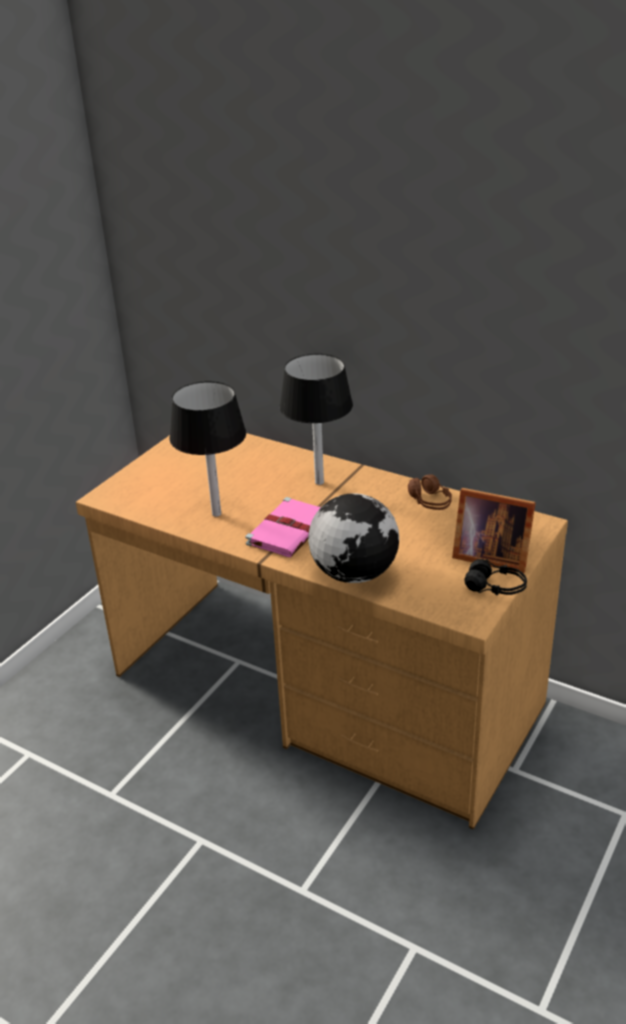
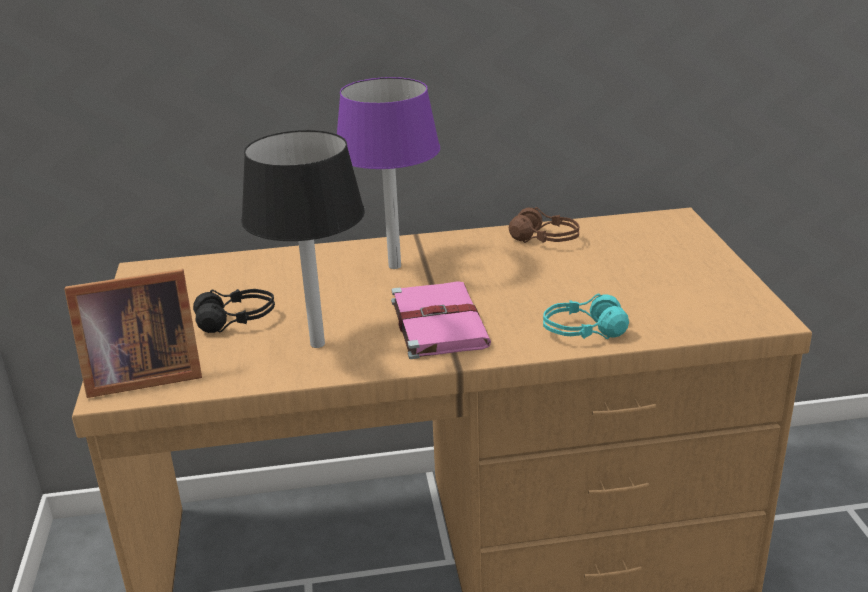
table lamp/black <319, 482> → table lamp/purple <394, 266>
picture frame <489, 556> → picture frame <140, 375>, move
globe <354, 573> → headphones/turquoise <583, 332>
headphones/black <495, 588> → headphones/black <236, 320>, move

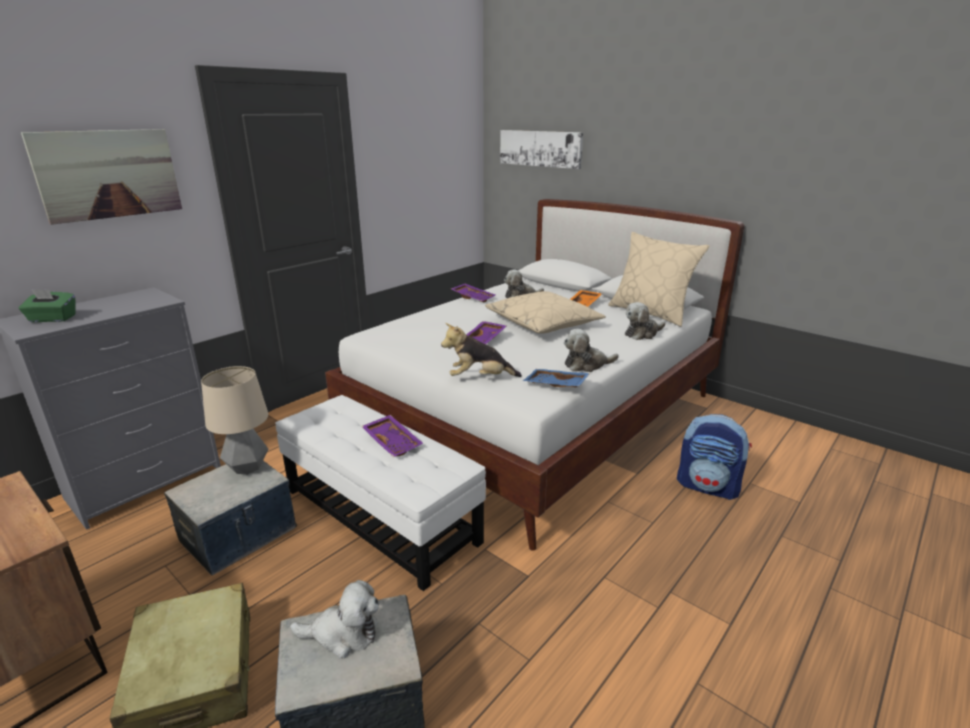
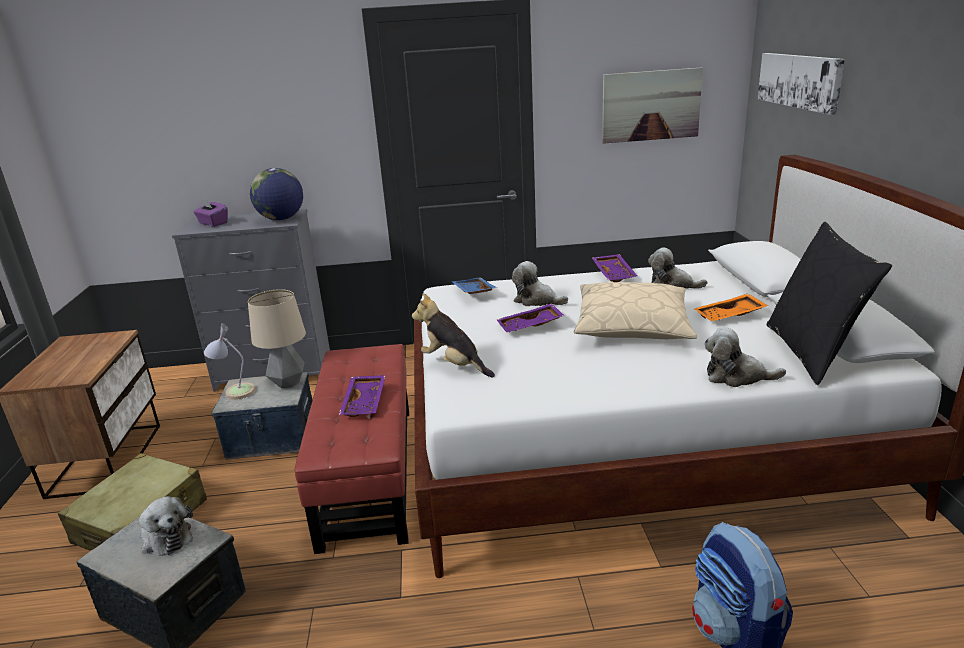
picture <109, 174> → picture <651, 105>, move
pillow/beige <651, 313> → pillow/black <812, 352>
tissue box/green <52, 319> → tissue box/purple <213, 223>
plush toy <586, 365> → plush toy <536, 300>, move
tray/blue <555, 385> → tray/blue <473, 292>, move
ottoman/white <381, 515> → ottoman/red <369, 472>
- → globe <281, 219>
- → table lamp <234, 391>

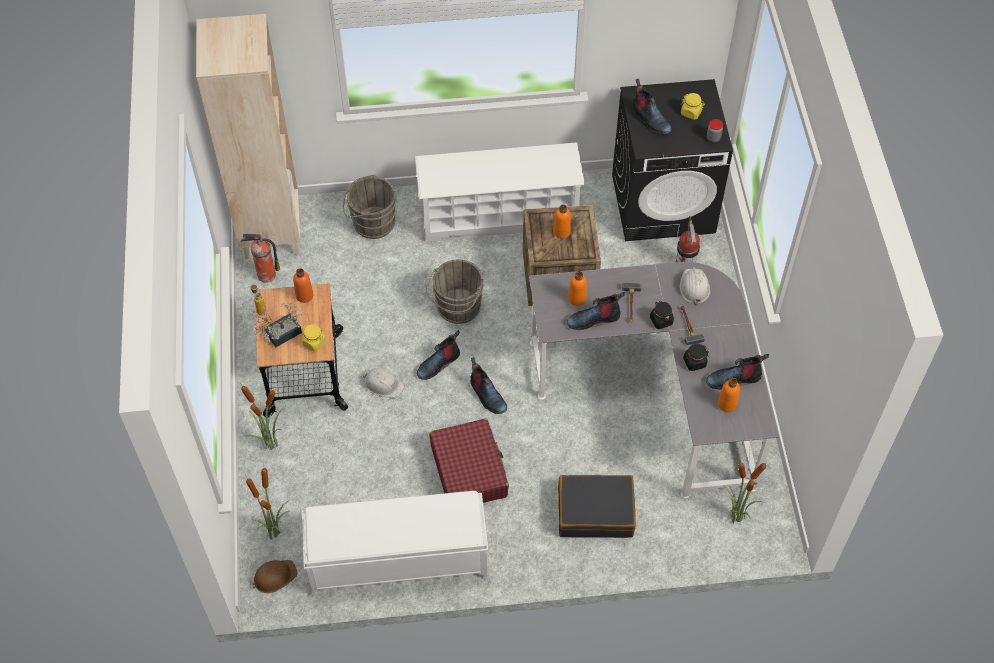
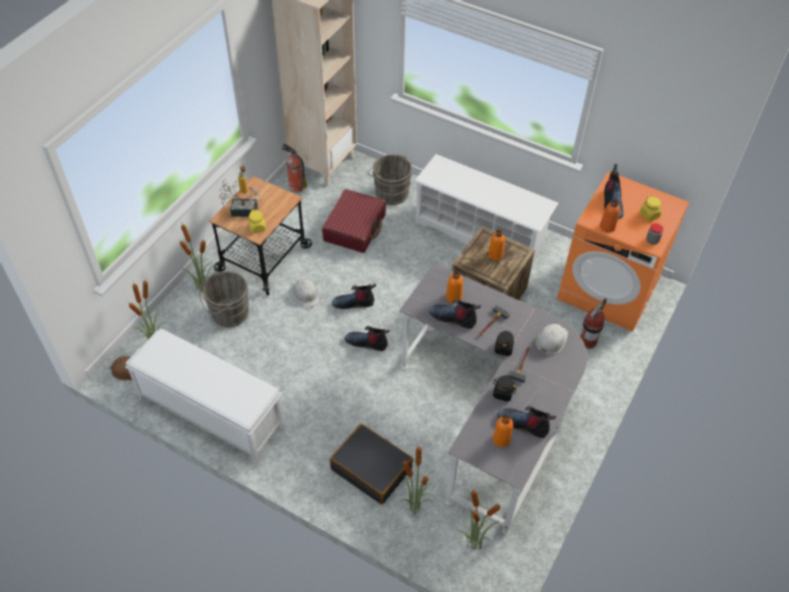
washing machine/black <663, 203> → washing machine/orange <609, 289>
bucket/grey <457, 309> → bucket/grey <228, 314>, move
bottle/orange <304, 295> → bottle/orange <607, 227>, move
boot <487, 395> → boot <367, 342>, 105 degrees clockwise
suitcase/red <469, 470> → suitcase/red <355, 227>, move
- → potted plant <415, 506>

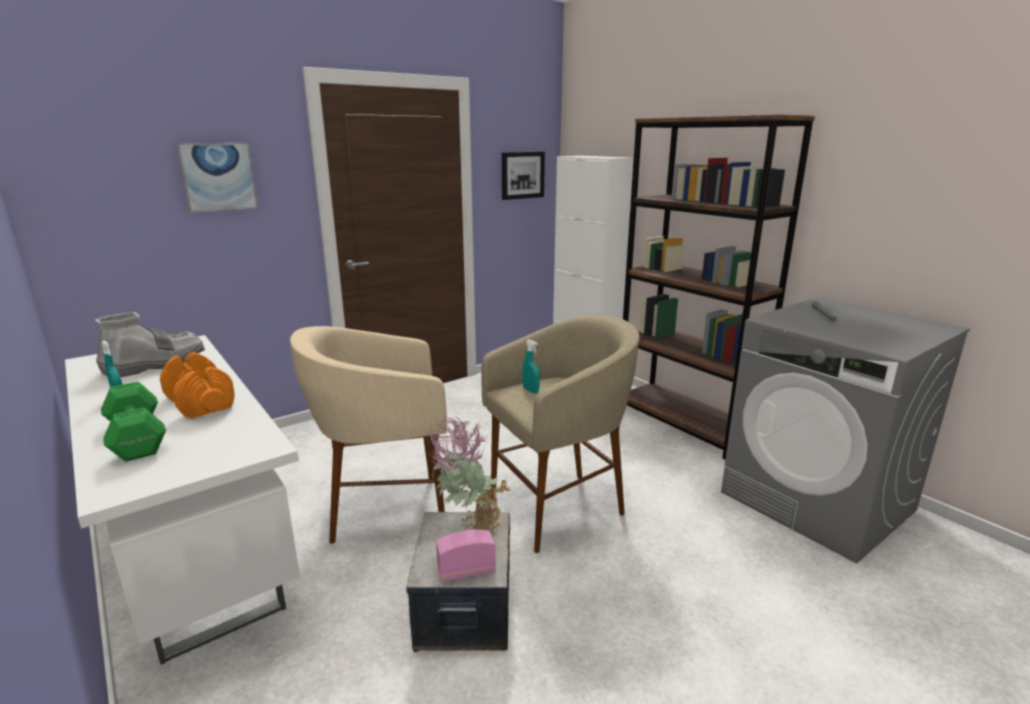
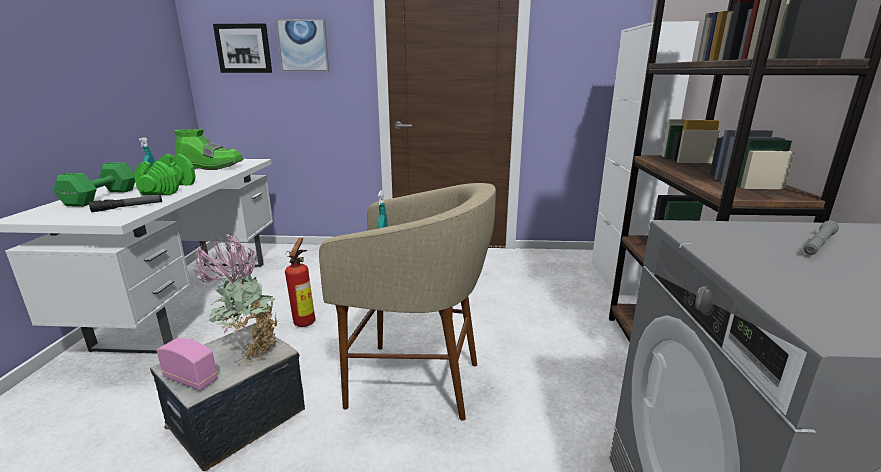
picture <522, 175> → picture <244, 48>, move
boot/grey <155, 364> → boot/green <211, 167>
stool/beige <385, 510> → fire extinguisher <306, 321>
dumbbell/orange <200, 402> → dumbbell/green <168, 189>
- → flashlight <128, 207>

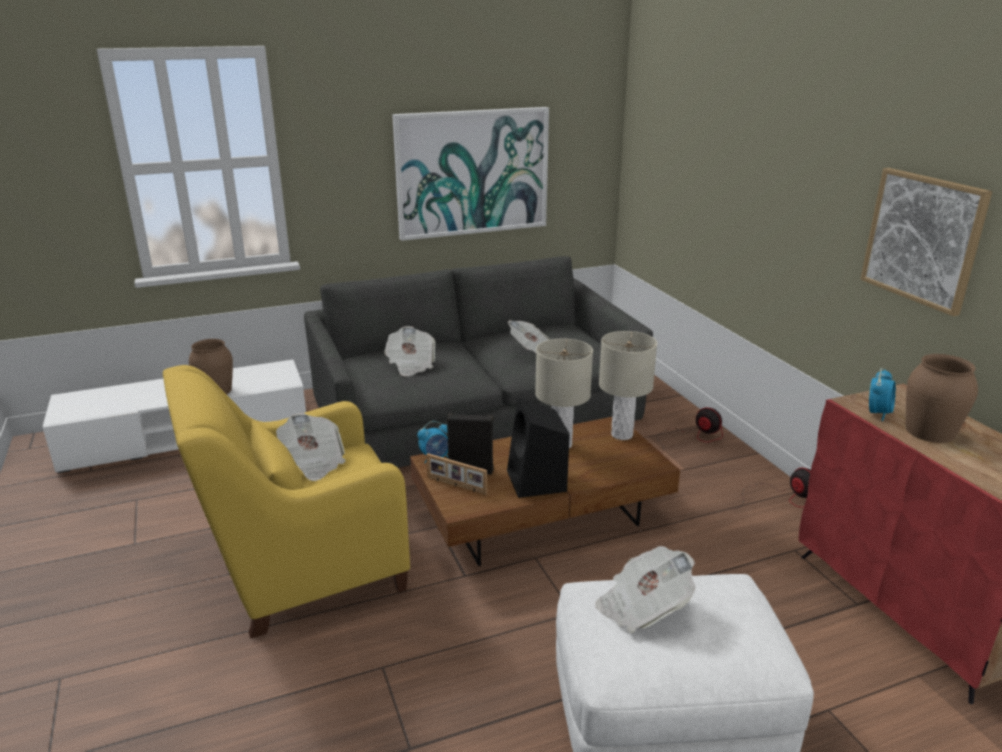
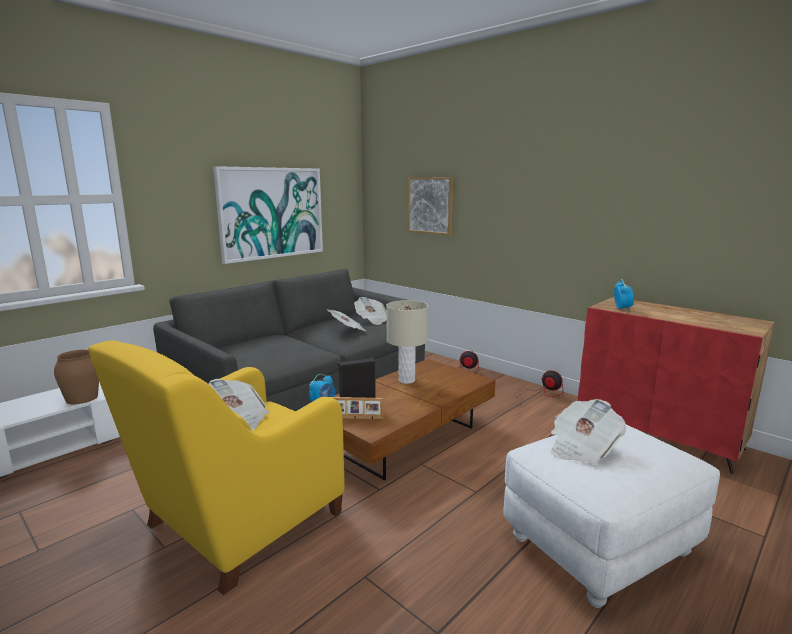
picture <923, 239> → picture <430, 205>, move
newspaper <411, 365> → newspaper <372, 320>, move
table lamp/beige <622, 435> → -
vase/brown <930, 432> → -
speaker/black <537, 482> → -

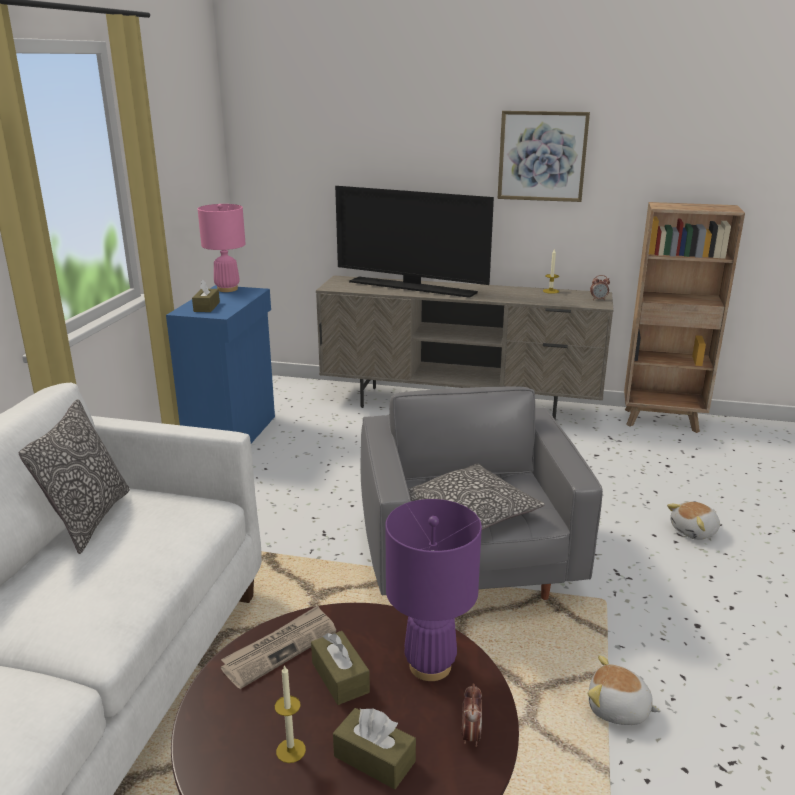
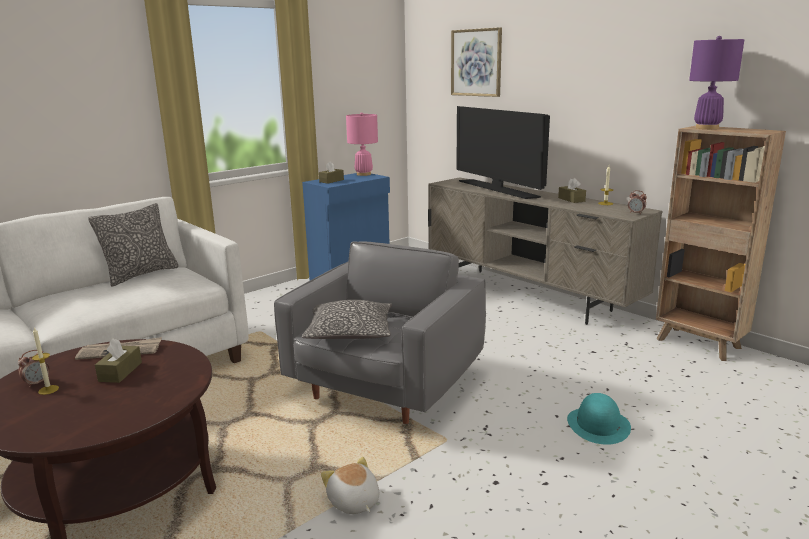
picture <542, 156> → picture <476, 62>, move
table lamp/purple <430, 665> → table lamp/purple <707, 128>, move
plush toy <694, 531> → hat/turquoise <598, 425>
alarm clock <470, 735> → alarm clock <37, 383>, move
tissue box/brown <374, 759> → tissue box/brown <571, 199>, move

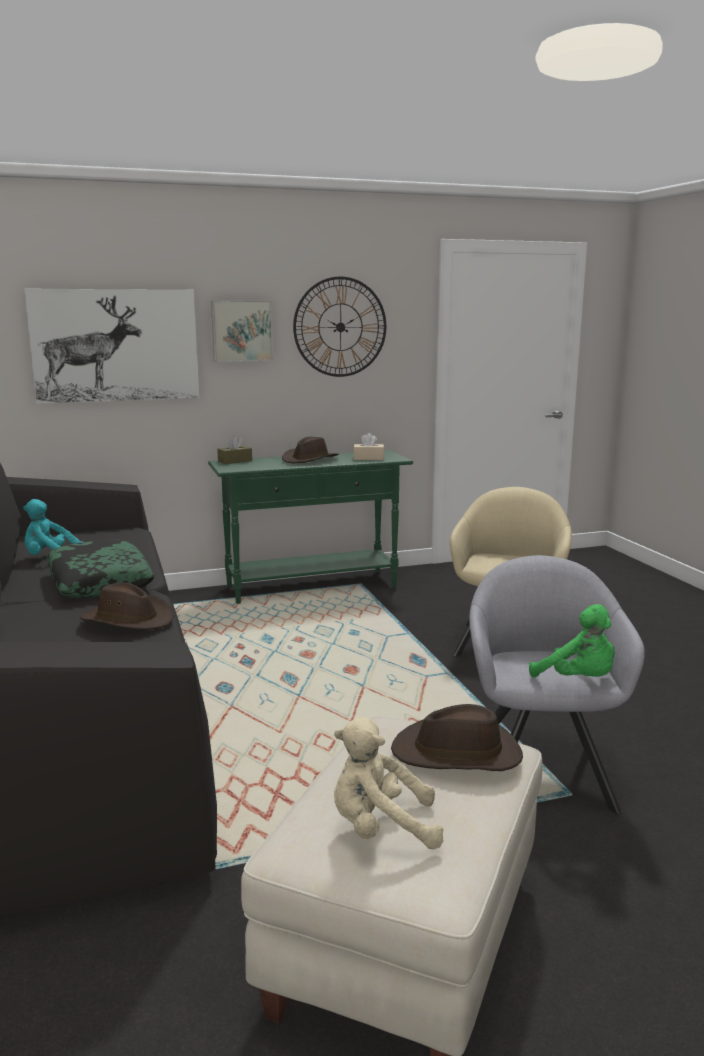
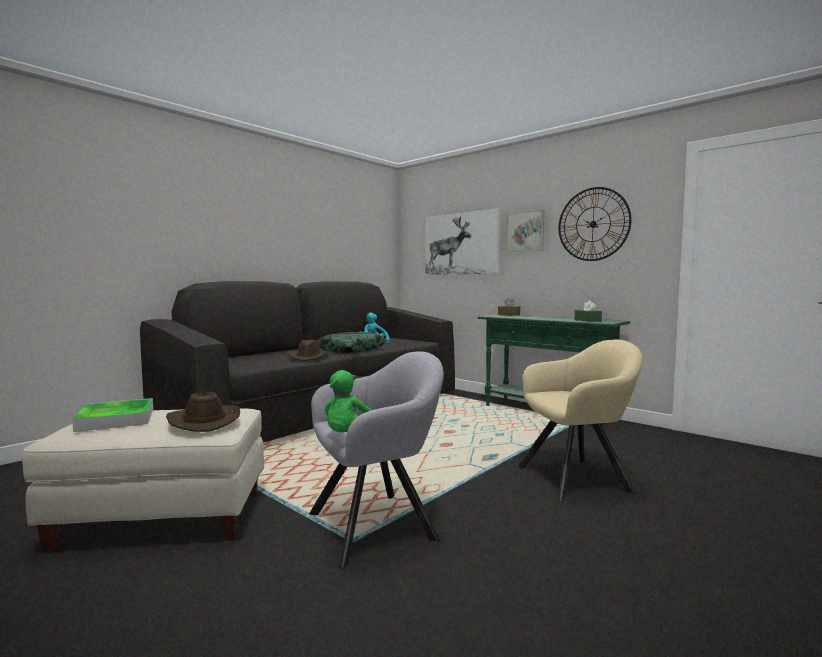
tissue box/beige <368, 458> → tissue box/green <587, 320>
hat/brown <310, 459> → -
plush toy/beige <380, 828> → tray <116, 419>

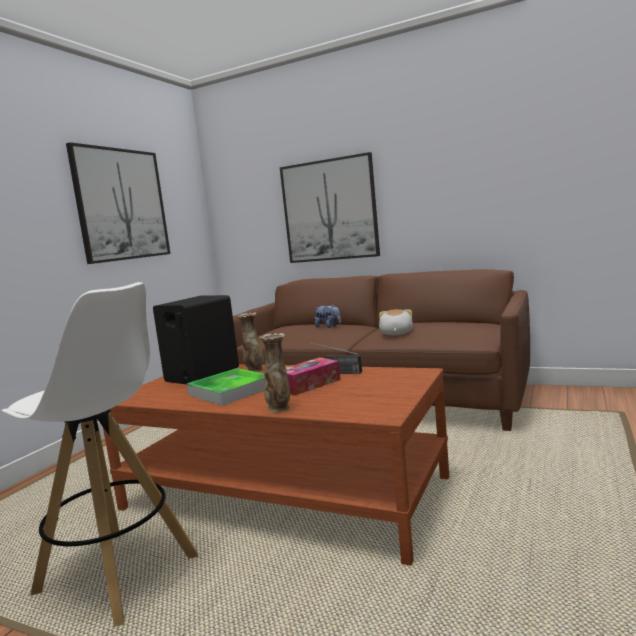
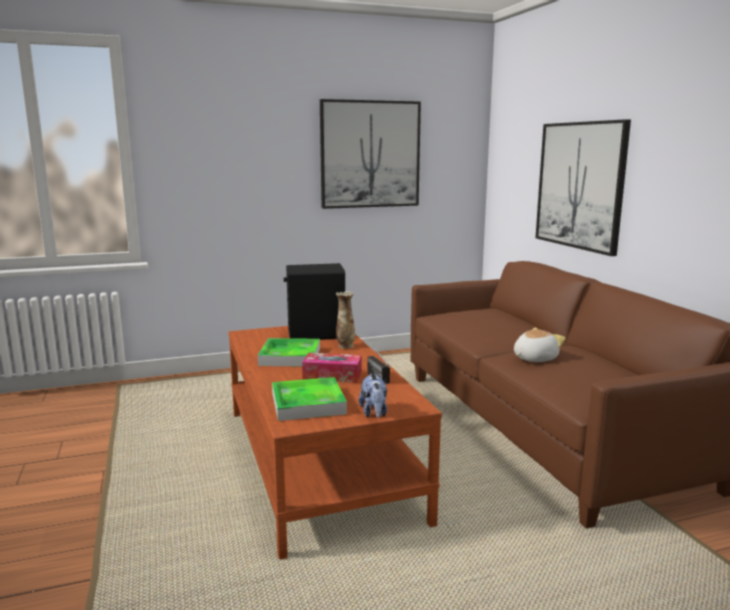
stool/white <119, 575> → -
plush toy <328, 326> → plush toy <374, 413>, move
vase <279, 408> → -
- → tray <308, 403>

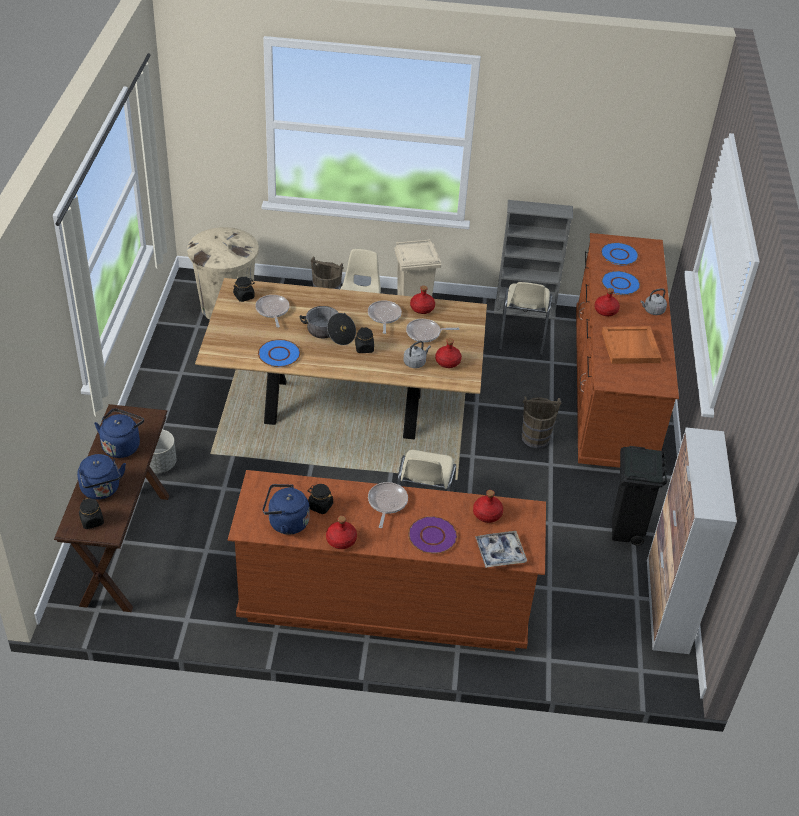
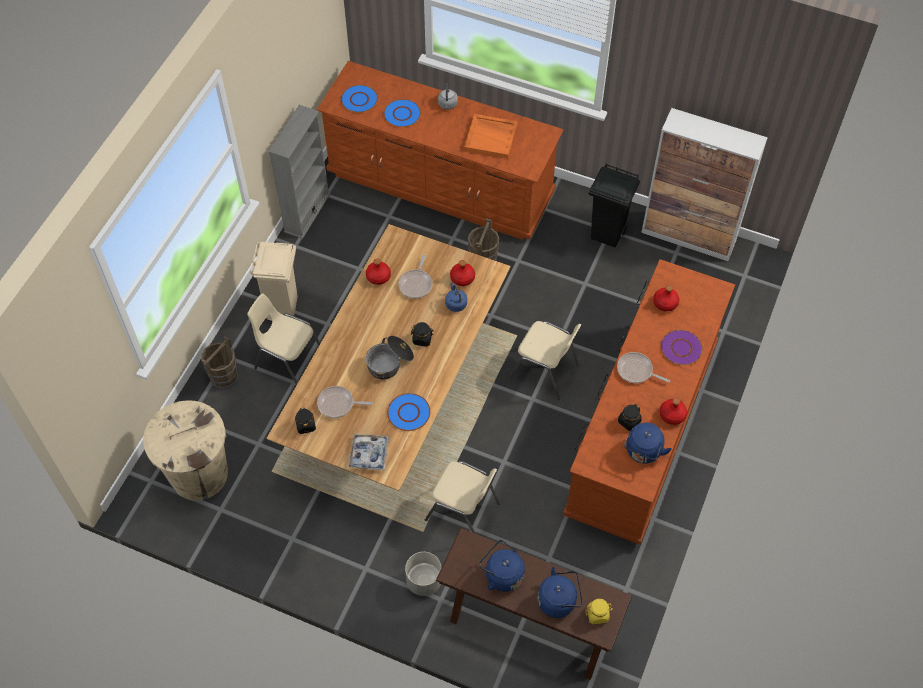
chair/beige <522, 336> → chair/beige <463, 512>, move
bottle/red <605, 311> → -
frying pan <384, 316> → -
kettle/grey <415, 362> → kettle/blue <455, 303>
jar/black <92, 521> → jar/yellow <597, 614>
tray <500, 553> → tray <369, 454>, move

